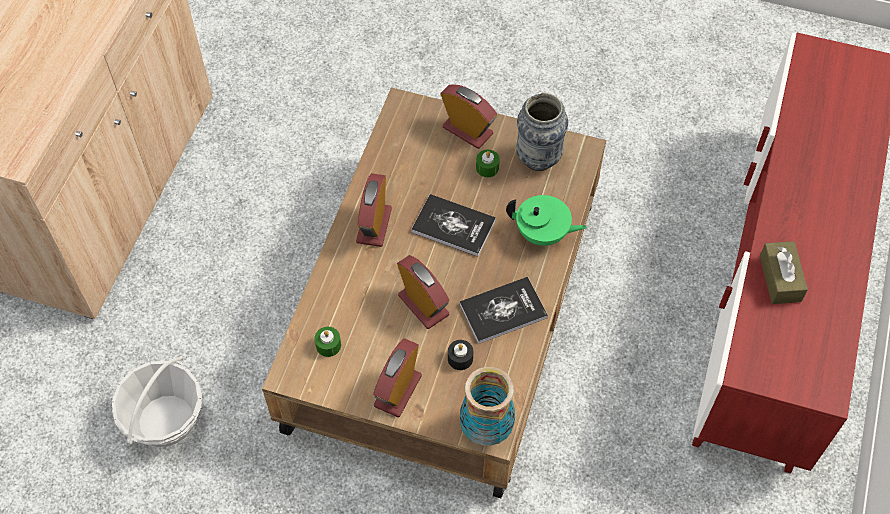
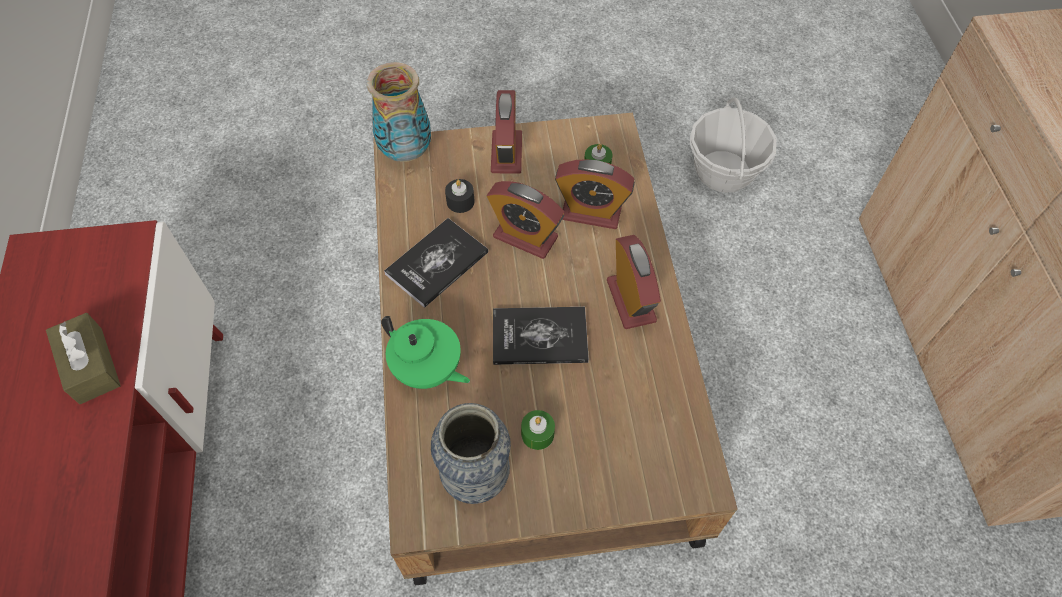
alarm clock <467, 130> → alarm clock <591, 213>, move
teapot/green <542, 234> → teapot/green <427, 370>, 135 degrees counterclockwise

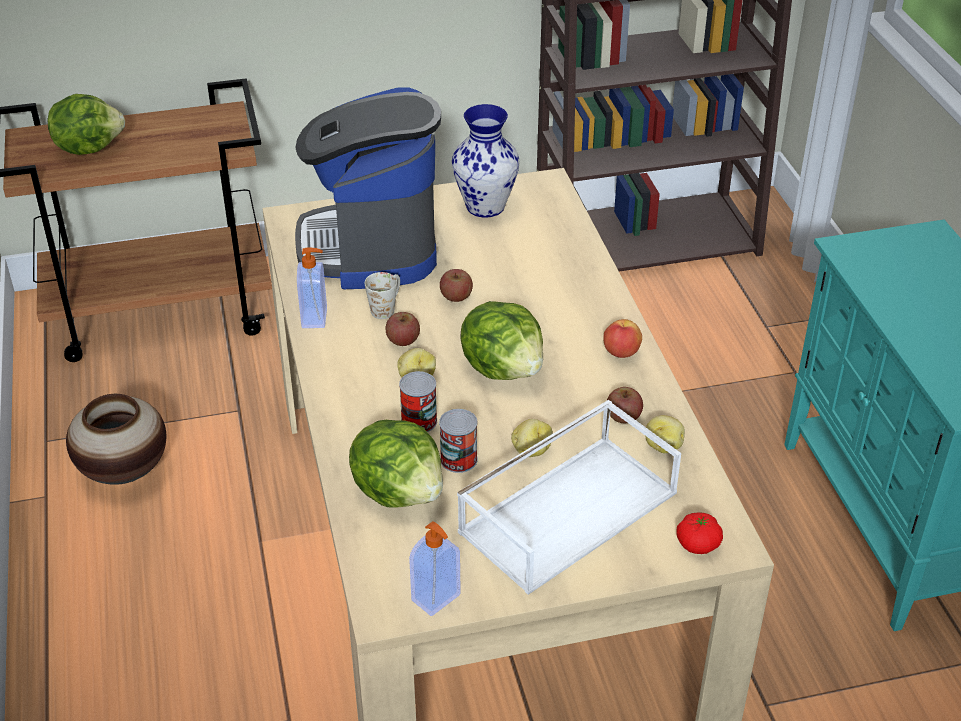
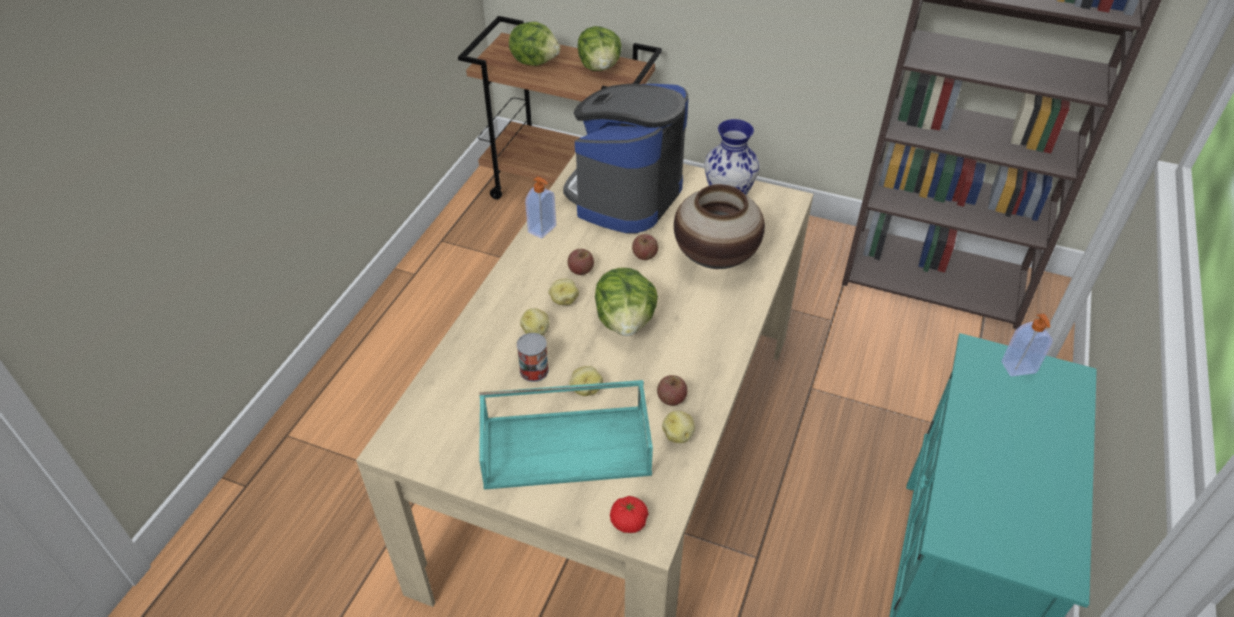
mug/white <386, 307> → -
apple <621, 352> → -
can <419, 421> → potato <536, 331>
vase <124, 471> → vase <715, 258>, move
tray/white <568, 510> → tray/turquoise <567, 445>
lettuce <400, 491> → lettuce <600, 67>, move
soap dispenser <437, 599> → soap dispenser <1019, 368>, move

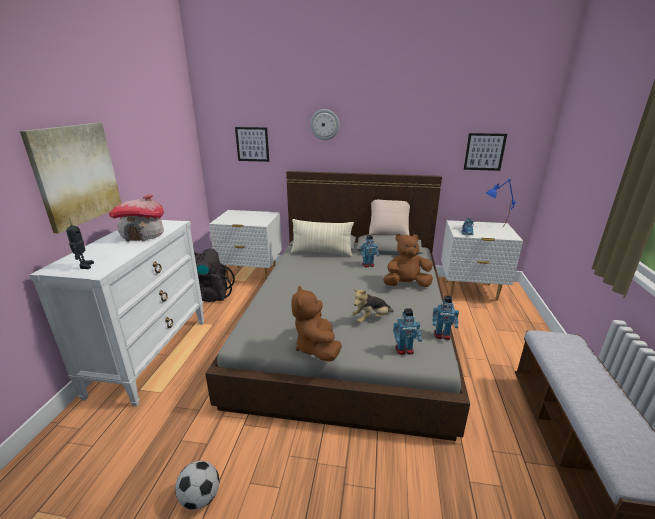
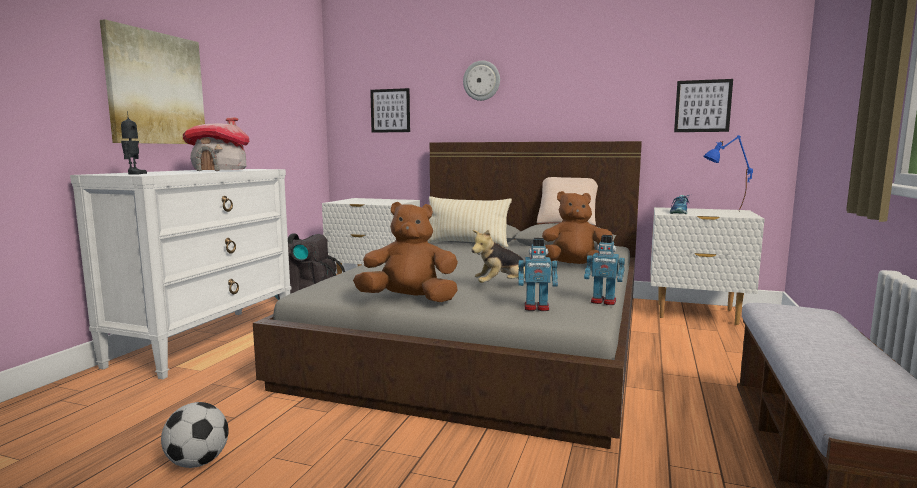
toy robot <368, 265> → -
plush toy/brown <316, 348> → plush toy/brown <409, 300>, 90 degrees clockwise

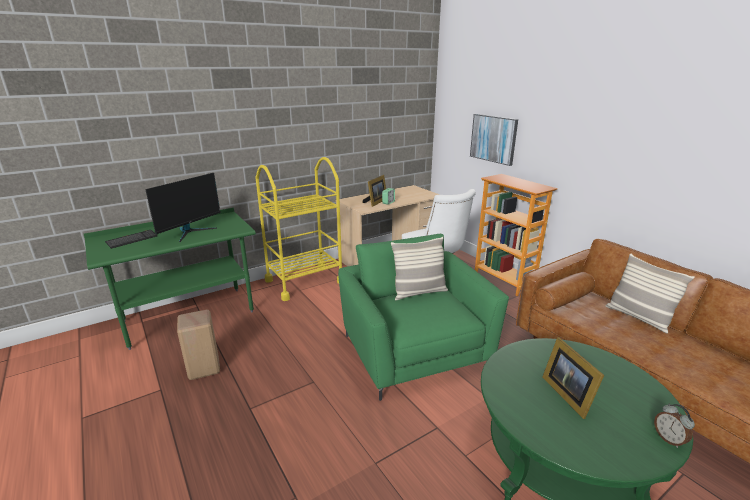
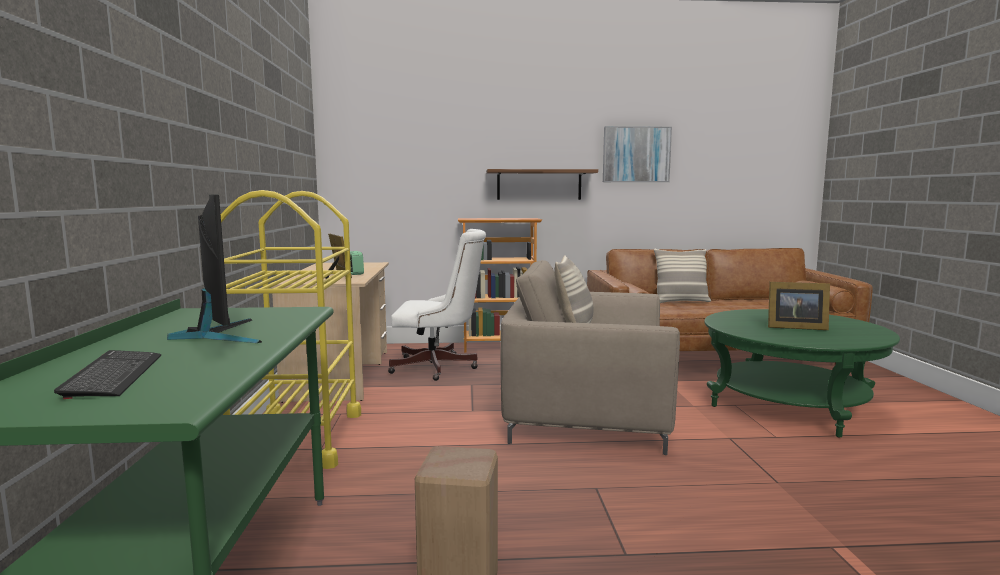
picture <493, 138> → picture <636, 154>, move
armchair/green <414, 351> → armchair/beige <586, 415>
alarm clock <669, 439> → -
- → shelf/brown <539, 185>

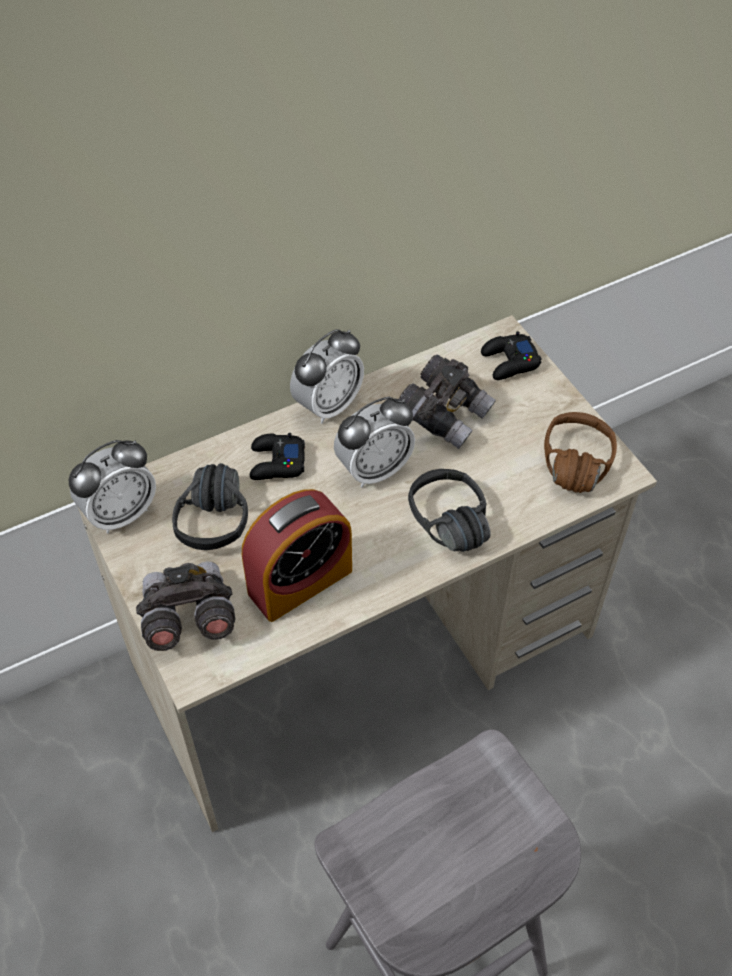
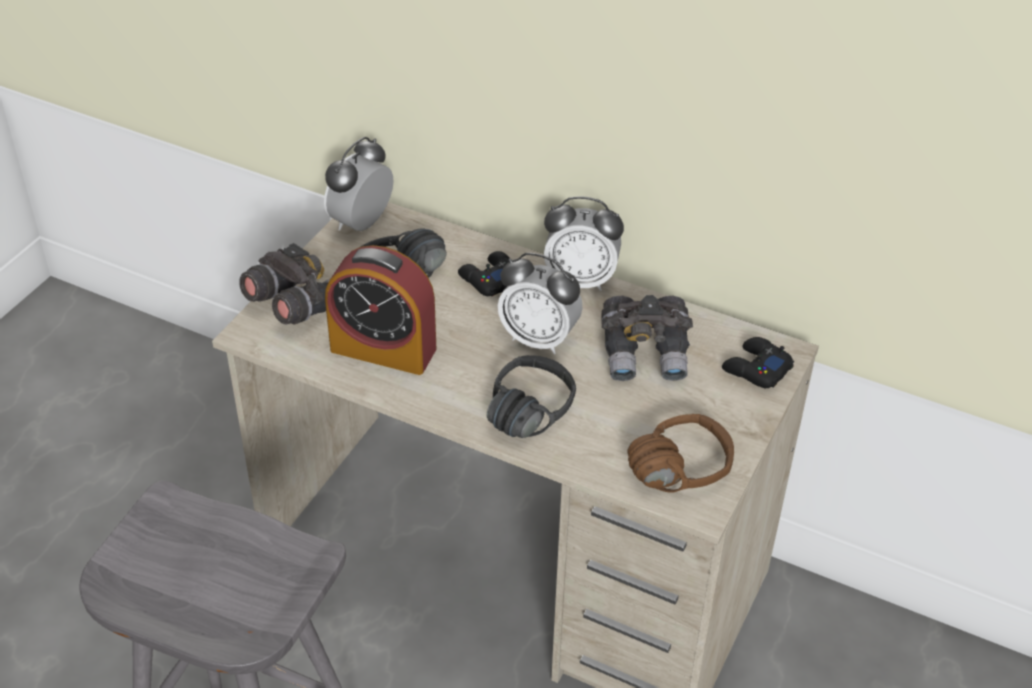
alarm clock <120, 513> → alarm clock <361, 223>, 105 degrees clockwise

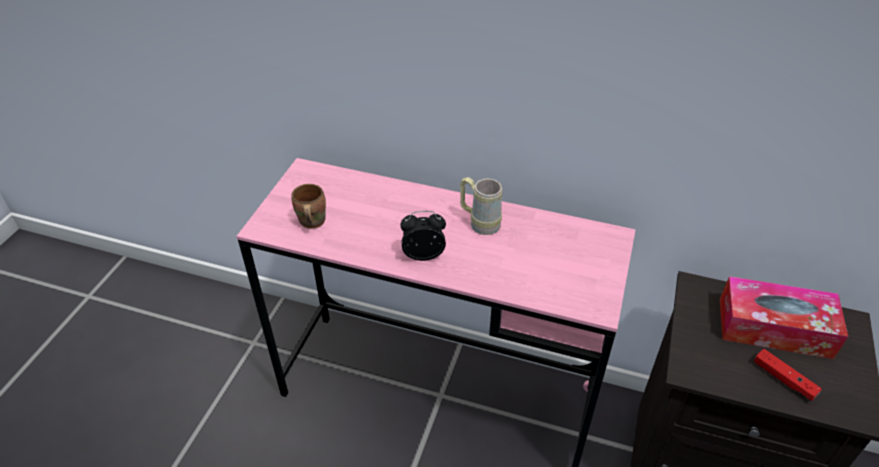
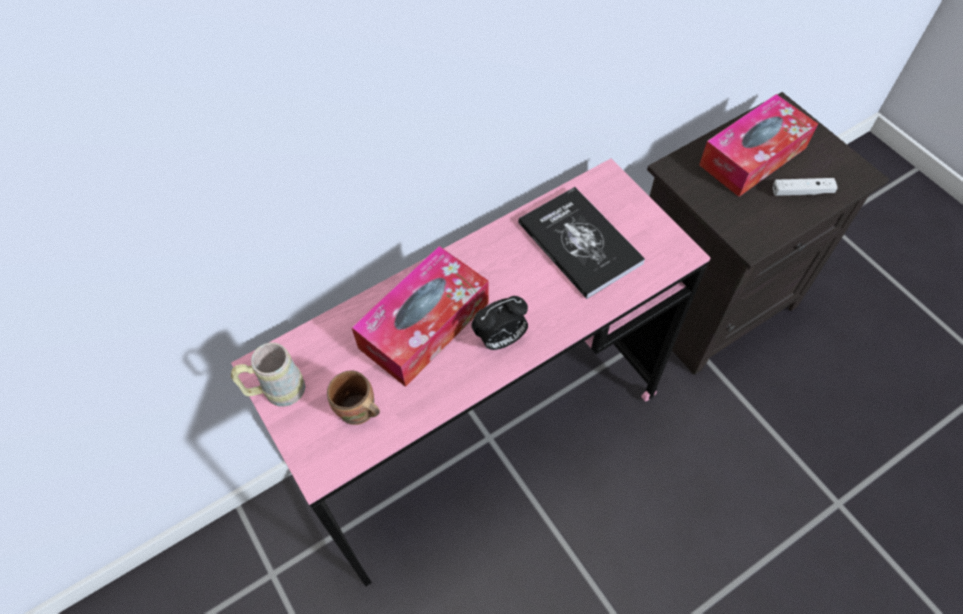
mug/beige <479, 223> → mug/beige <276, 392>, move
alarm clock <423, 254> → alarm clock <500, 339>, 150 degrees counterclockwise
game controller/red <784, 379> → game controller/white <802, 191>
- → book <579, 243>
- → tissue box <424, 325>

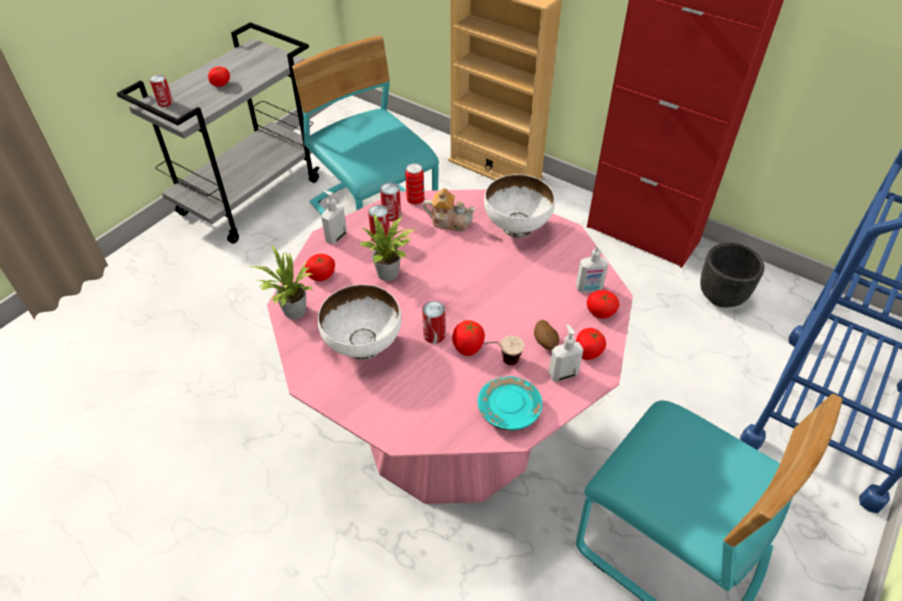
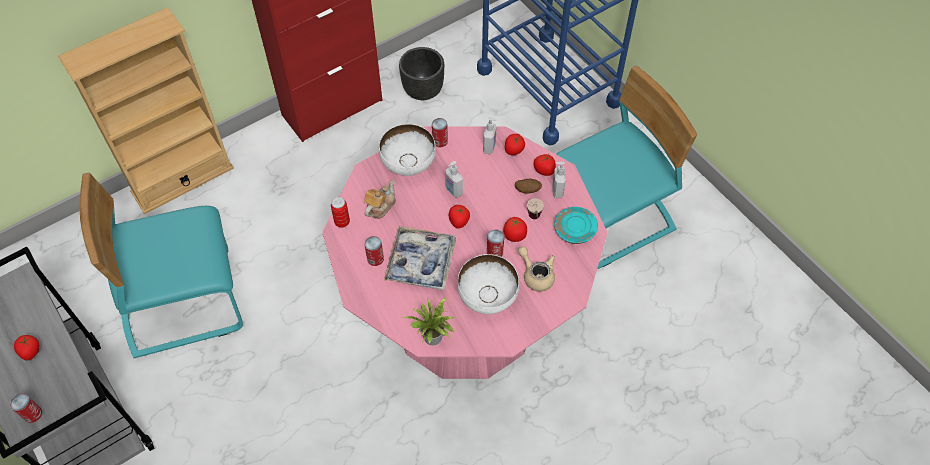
can <391, 214> → can <440, 141>, move
soap dispenser <336, 237> → soap dispenser <453, 191>, move
potted plant <390, 274> → tray <421, 262>
tomato <321, 276> → tomato <459, 221>, move
- → teapot/beige <536, 275>

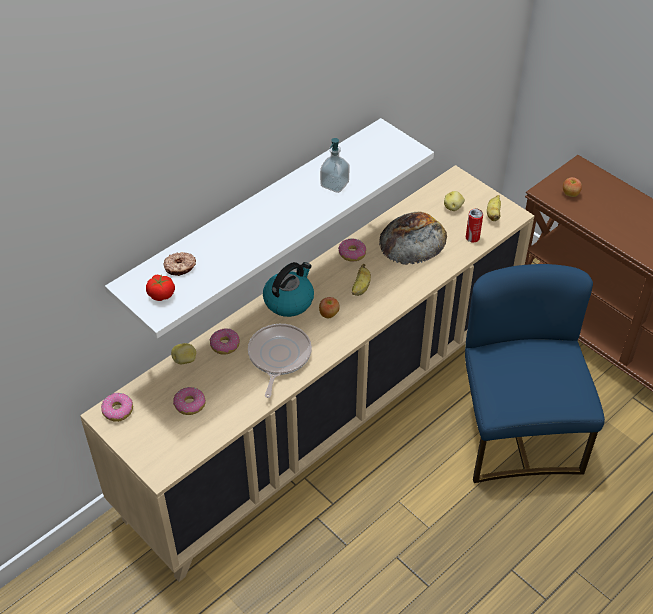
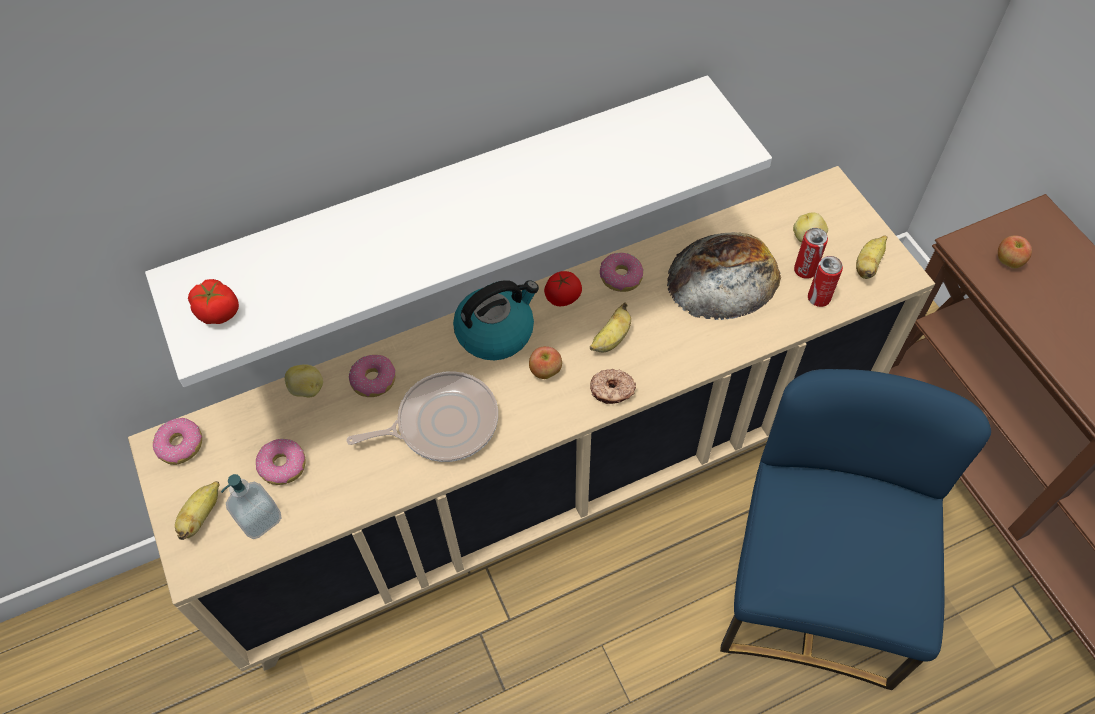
soap dispenser <334, 184> → soap dispenser <259, 518>, move
donut <180, 267> → donut <612, 390>, move
frying pan <278, 357> → frying pan <442, 423>, 45 degrees clockwise
- → can <805, 270>
- → tomato <563, 297>
- → banana <201, 516>

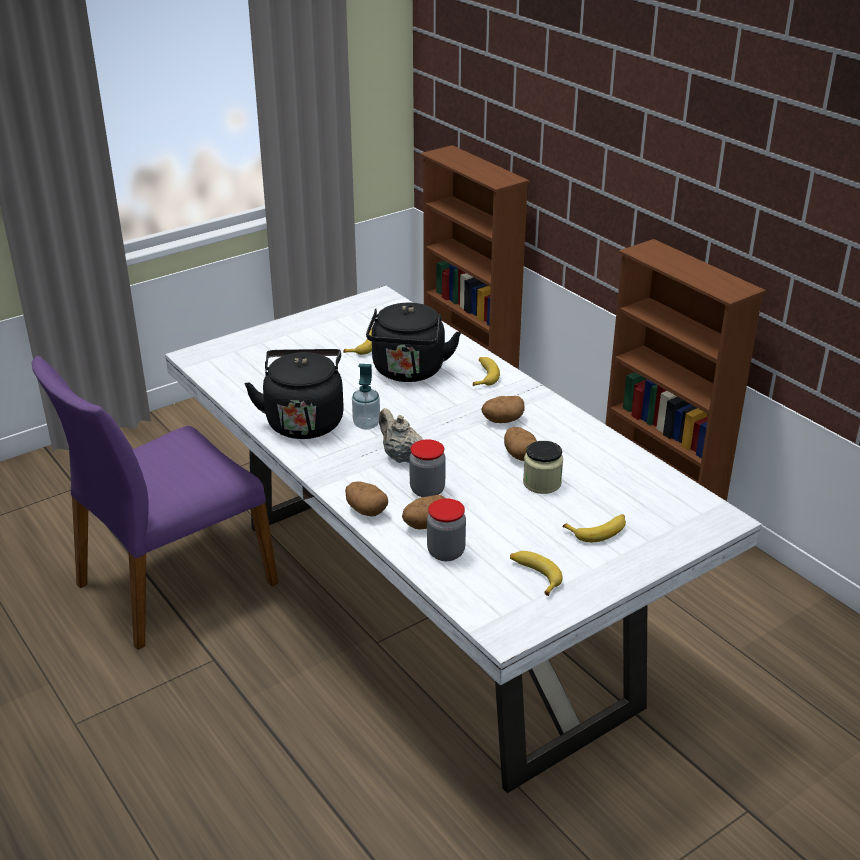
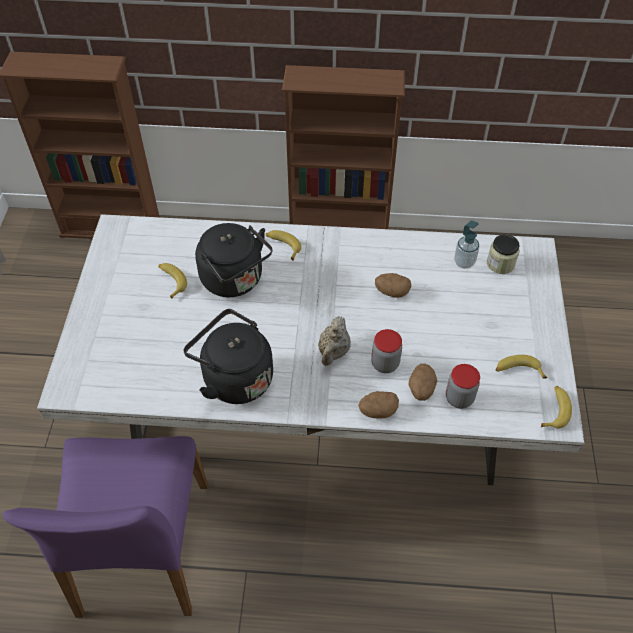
soap dispenser <366, 424> → soap dispenser <464, 262>, move
potato <502, 420> → -
teapot/beige <401, 456> → teapot/beige <333, 352>, 75 degrees counterclockwise
jar <542, 483> → jar <500, 264>, move
banana <598, 531> → banana <555, 410>, move

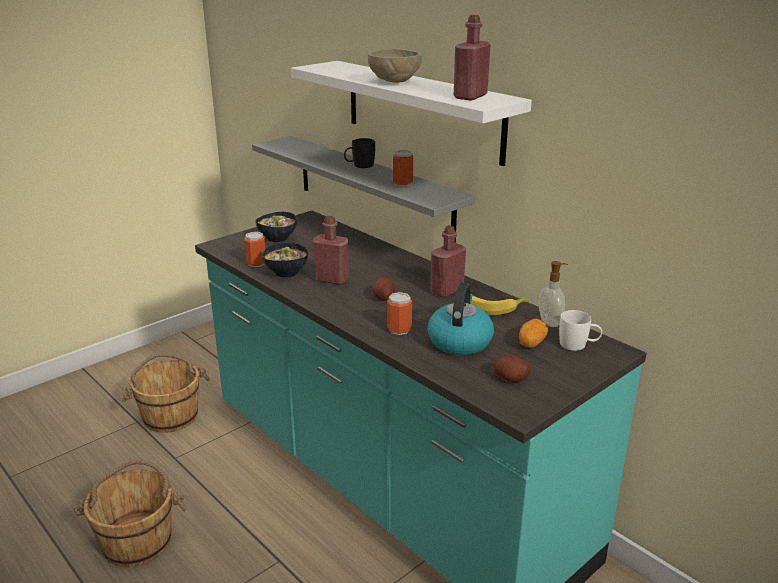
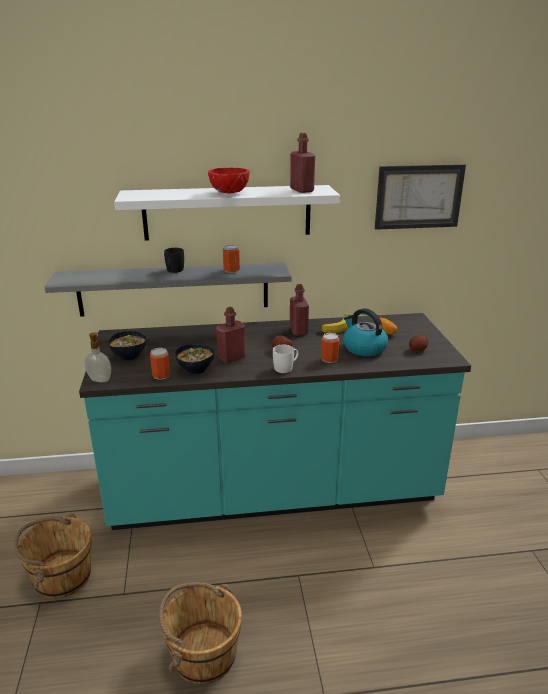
bowl/beige <395, 82> → bowl/red <229, 193>
soap dispenser <550, 322> → soap dispenser <100, 379>, move
mug/white <578, 345> → mug/white <286, 368>, move
- → picture <418, 197>

